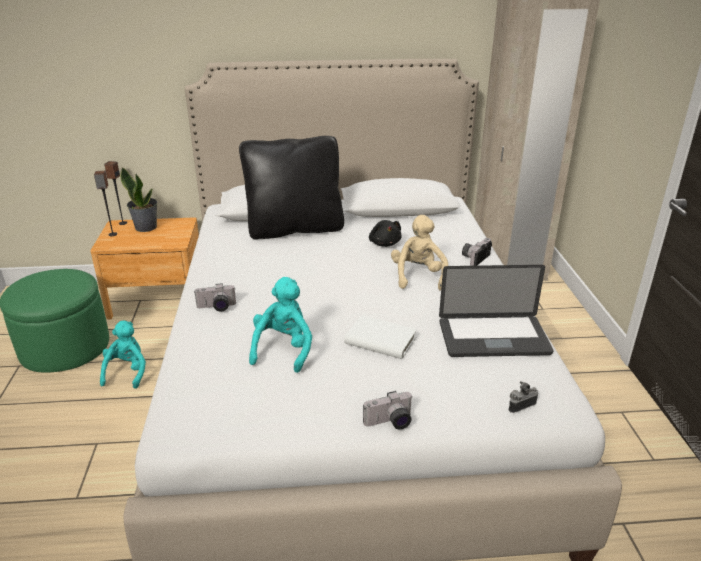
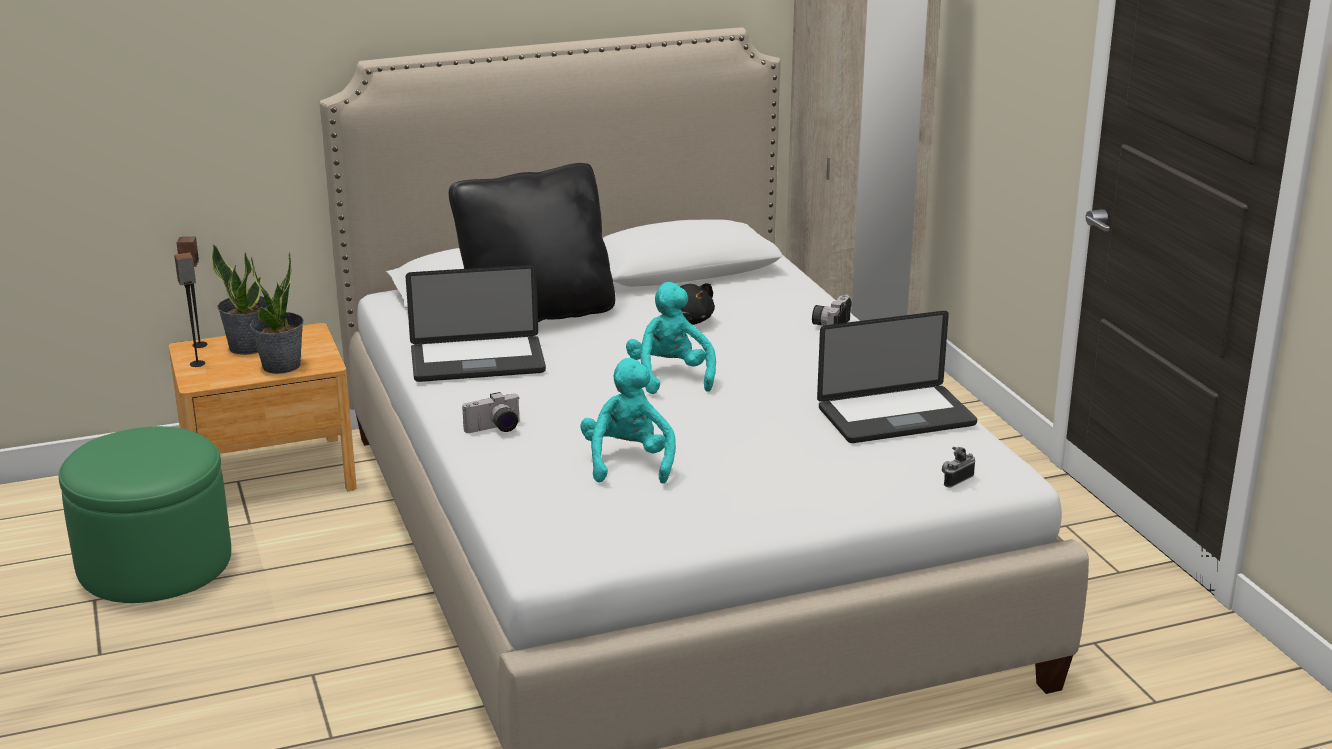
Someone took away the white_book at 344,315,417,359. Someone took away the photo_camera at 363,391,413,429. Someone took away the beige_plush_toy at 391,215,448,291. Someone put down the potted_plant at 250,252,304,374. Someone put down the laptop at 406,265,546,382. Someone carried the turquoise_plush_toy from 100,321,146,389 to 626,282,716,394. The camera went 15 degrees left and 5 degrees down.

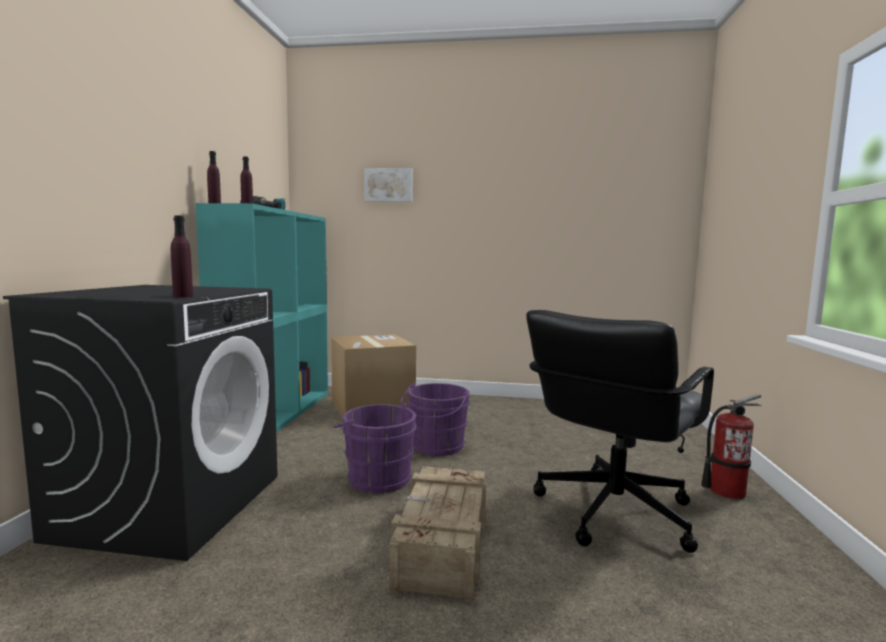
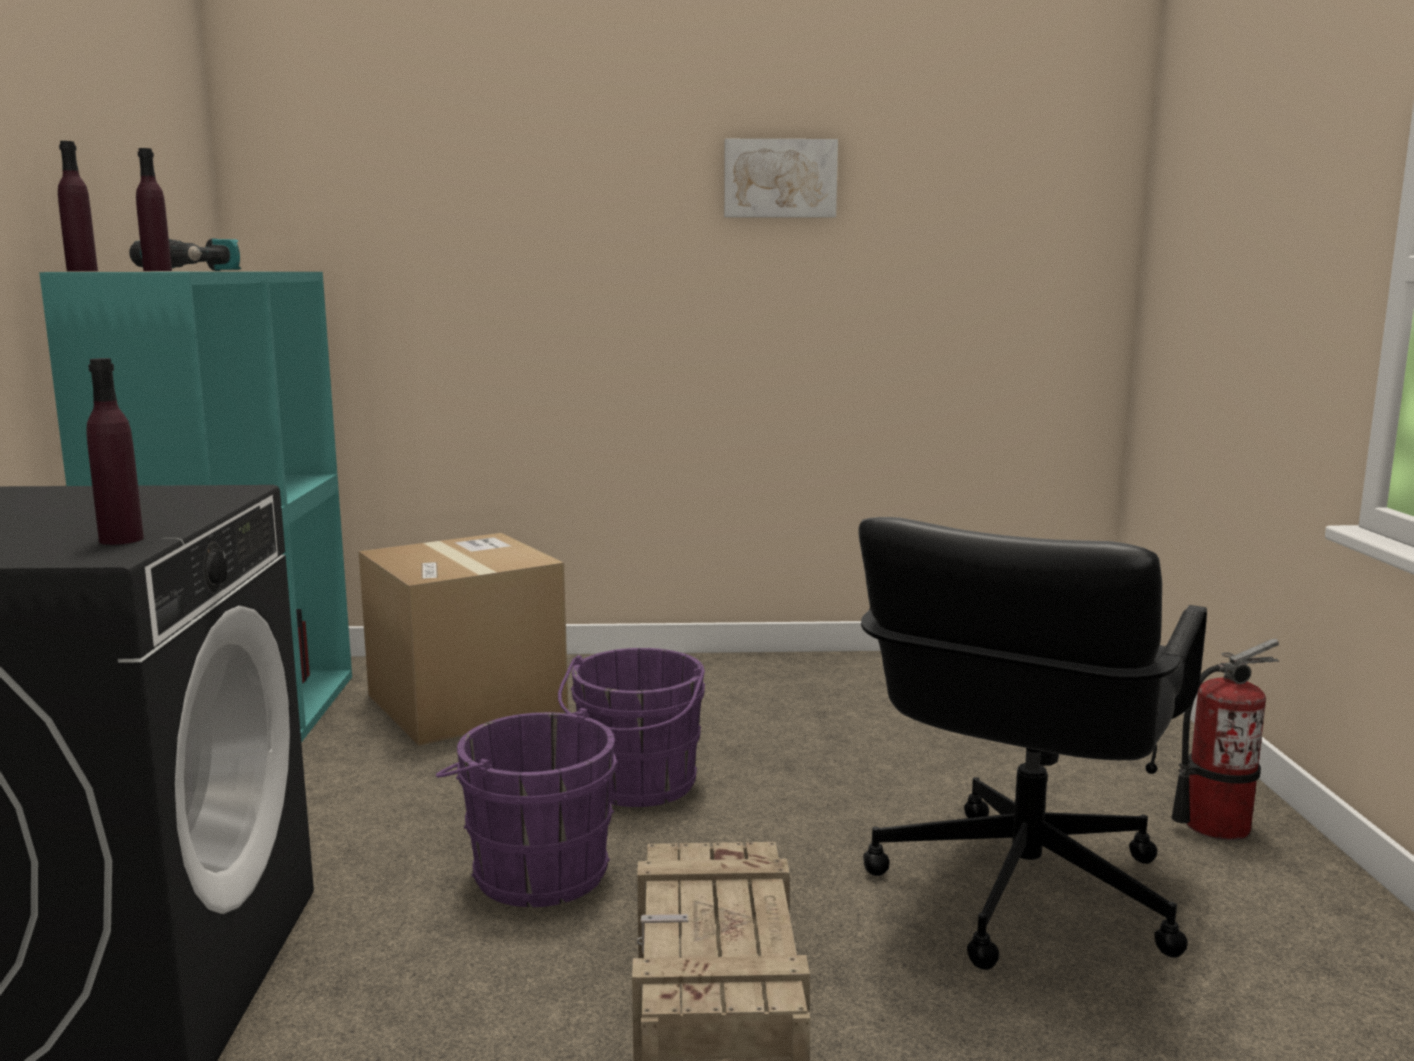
Someone carried the picture from 364,168,413,202 to 724,139,838,218. The camera went 10 degrees left and 5 degrees up.

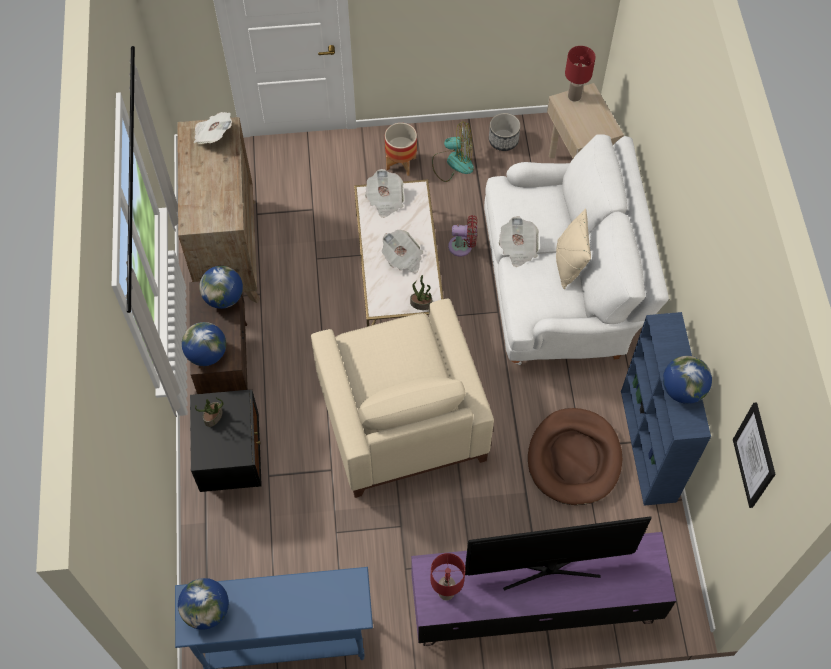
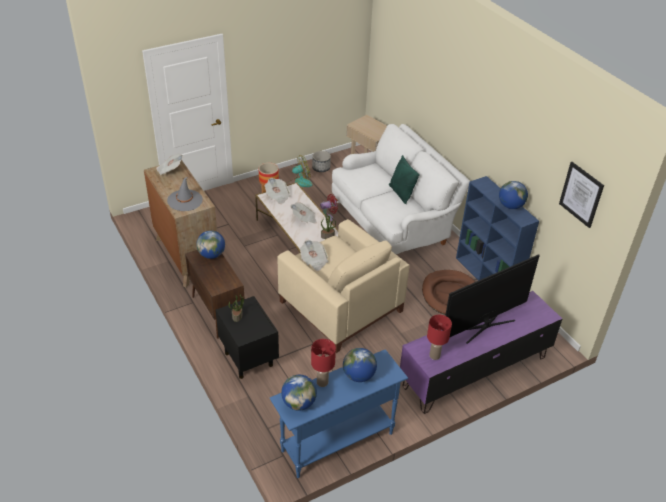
Someone put down the grey_hat at 167,177,203,211. Someone carried the globe from 182,322,226,366 to 343,348,377,382. Someone carried the newspaper from 498,216,539,267 to 300,240,329,271. Someone carried the red_table_lamp from 565,46,596,102 to 311,339,336,387. Someone repainted the beige_pillow at 556,208,591,289, which became the green_pillow at 389,155,420,204. The camera went 25 degrees left and 20 degrees down.

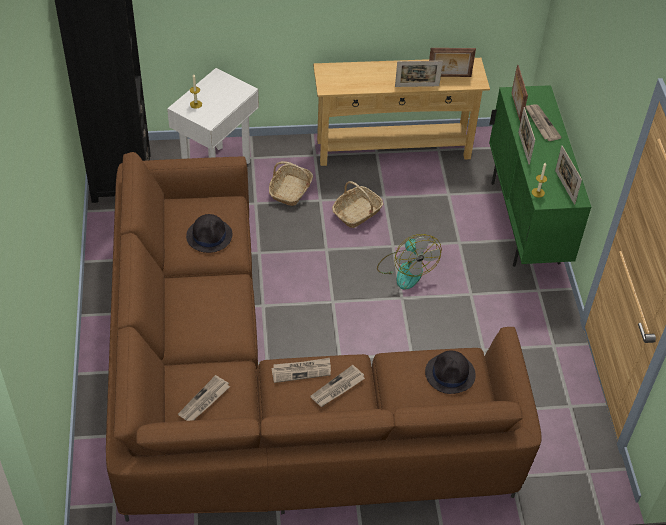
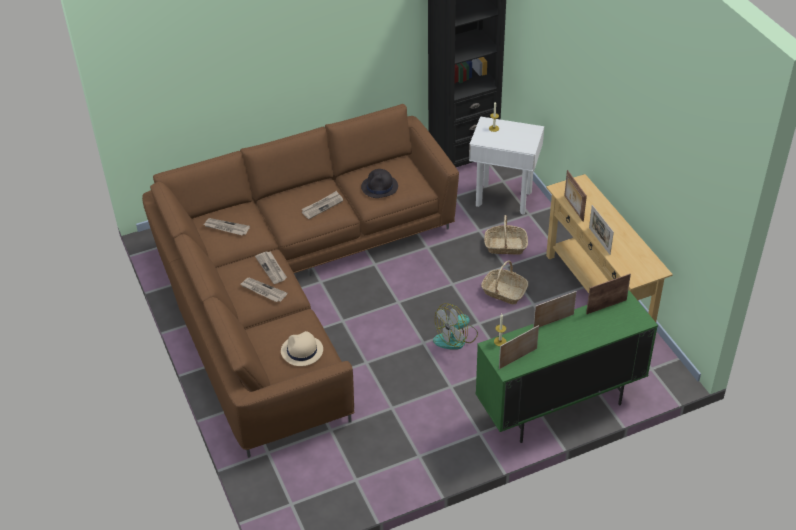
Someone carried the picture_frame from 429,48,476,77 to 564,170,587,222. Someone carried the newspaper from 526,104,562,141 to 302,191,343,219. Someone repainted the black_hat at 425,350,476,394, which became the beige_hat at 281,331,323,366. The camera went 75 degrees right and 5 degrees down.

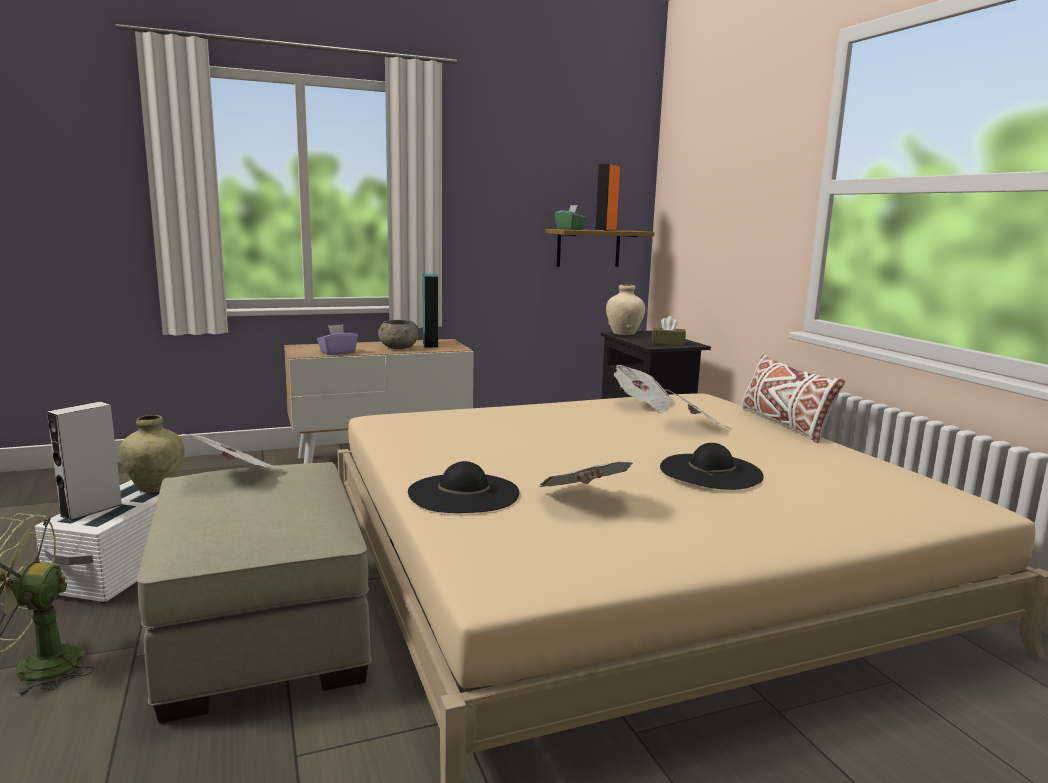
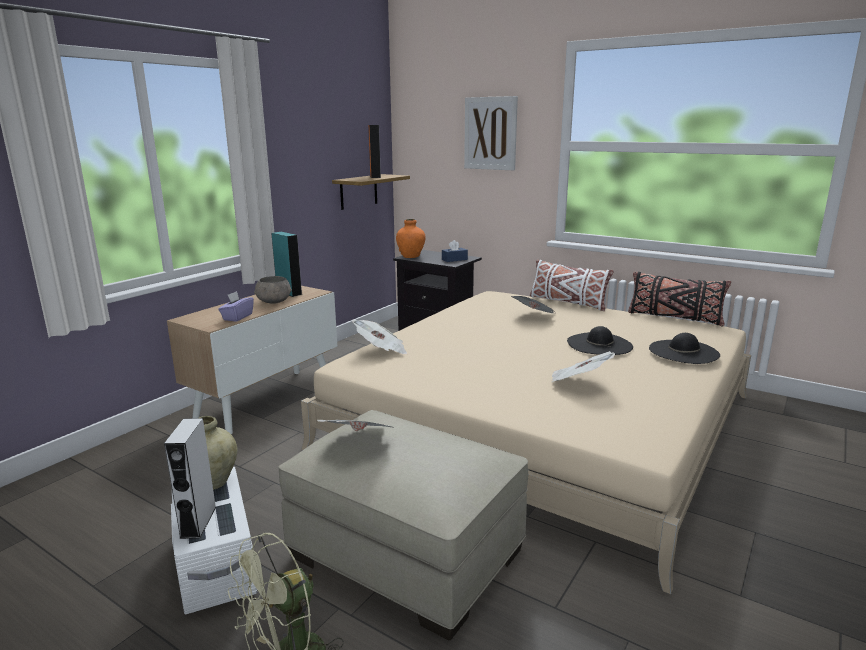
Someone took away the green_tissue_box at 555,205,587,230. Someone put up the picture at 464,96,518,170. Someone put down the black_pillow at 628,272,731,326. Someone carried the black_hat from 408,461,519,513 to 649,333,720,364. Someone carried the newspaper from 614,365,673,412 to 352,320,407,354. Someone repainted the beige_vase at 606,284,645,335, which became the orange_vase at 396,219,426,258. Someone repainted the brown_tissue_box at 652,316,686,346, which became the blue_tissue_box at 442,240,468,262. The camera went 35 degrees left and 5 degrees up.

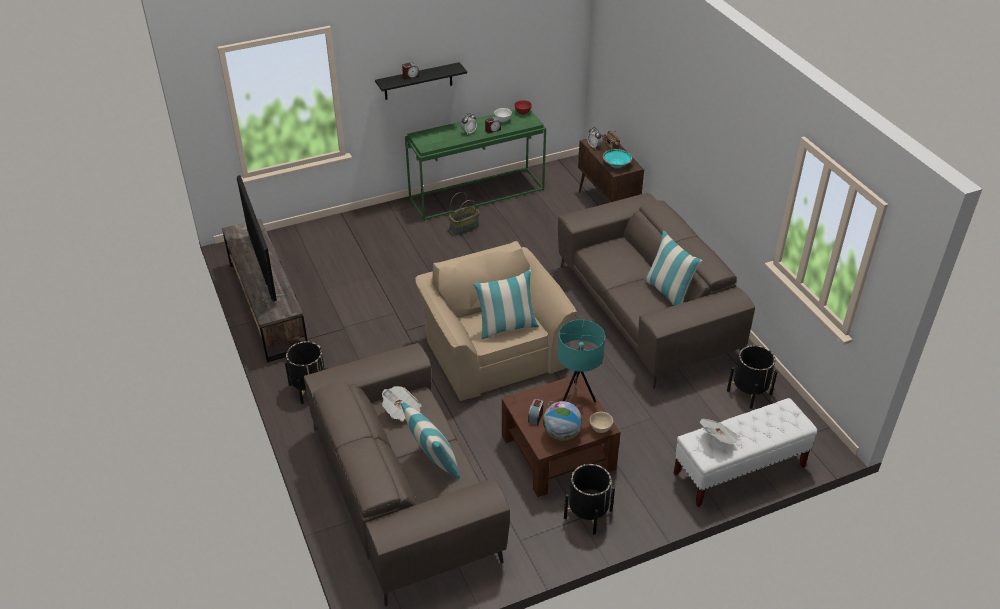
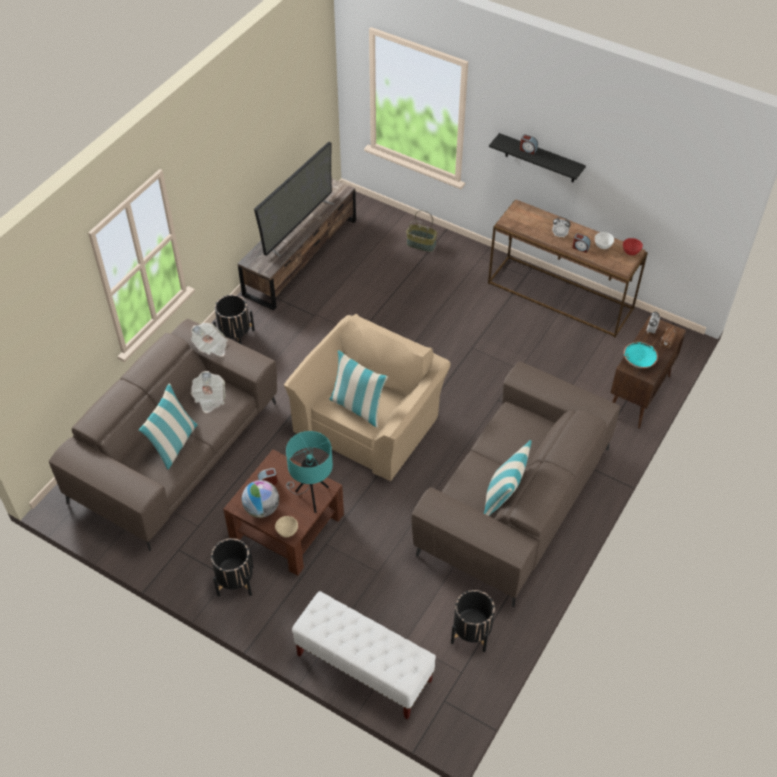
Someone carried the basket from 449,192,479,235 to 406,210,437,252. Someone carried the newspaper from 700,419,740,445 to 191,323,228,357. Someone repainted the green_console_table at 405,109,546,221, which became the brown_console_table at 488,199,648,338. The camera went 55 degrees right and 10 degrees up.

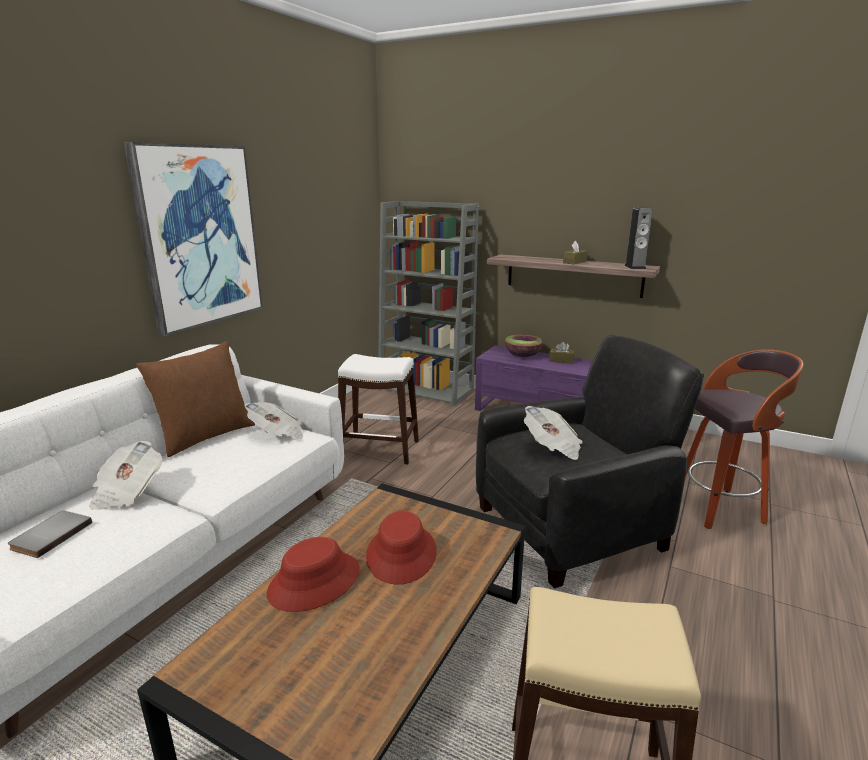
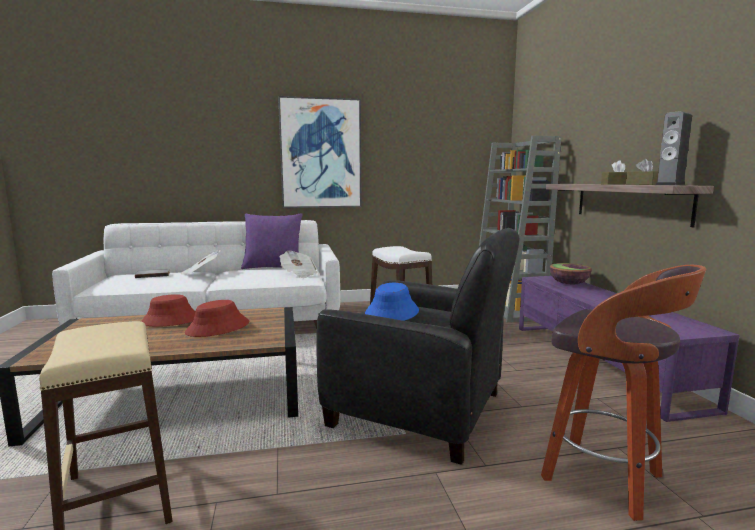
Someone carried the brown_tissue_box from 549,342,575,364 to 626,159,658,185. Someone swapped the newspaper at 524,406,582,460 for the blue_hat at 365,283,419,321. Someone repainted the brown_pillow at 136,341,255,457, which became the purple_pillow at 241,213,303,269. The camera went 50 degrees right and 10 degrees down.

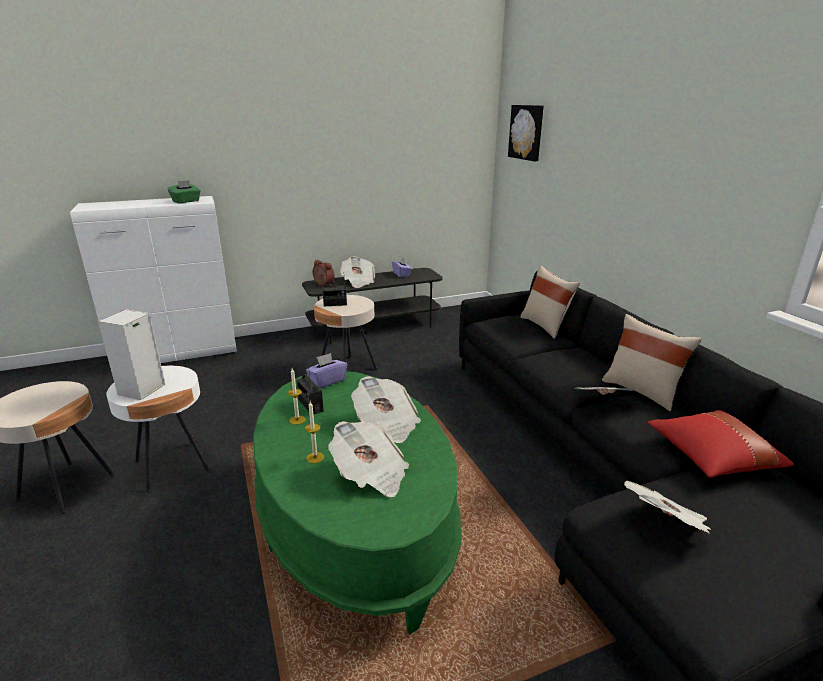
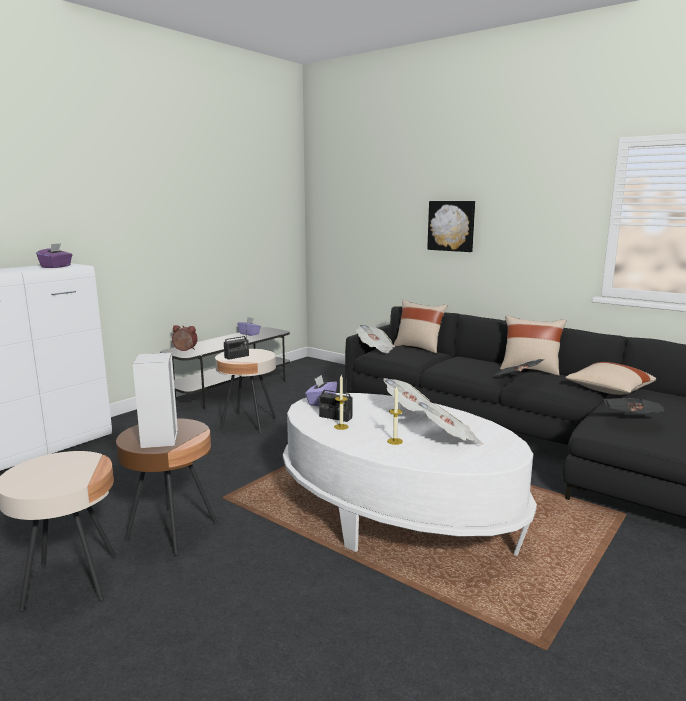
Someone carried the newspaper from 340,256,375,288 to 356,324,395,353. Someone carried the picture from 508,105,544,161 to 427,201,475,252. Someone repainted the white_side_table at 106,366,209,492, which became the brown_side_table at 116,418,217,556. Someone repainted the green_tissue_box at 168,180,201,203, which became the purple_tissue_box at 36,243,72,268. Someone repainted the green_coffee_table at 253,371,461,634, which became the white_coffee_table at 283,393,537,556. Someone repainted the red_pillow at 648,410,794,478, which became the beige_pillow at 565,362,656,395. The camera went 30 degrees left and 10 degrees down.

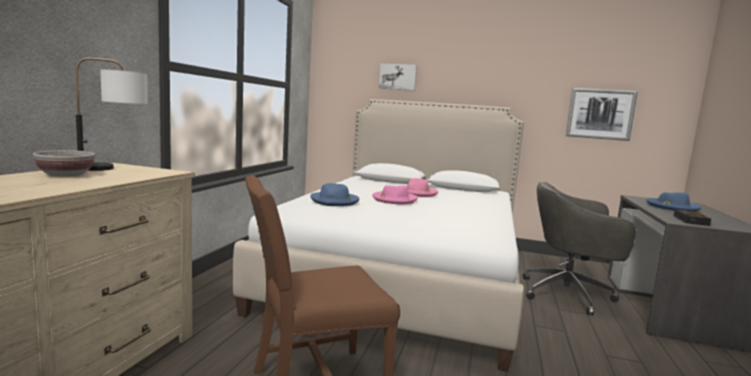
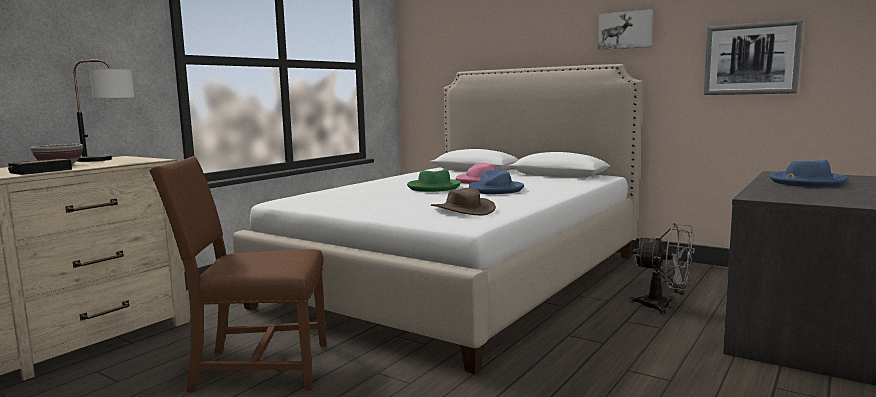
Someone put down the brown_hat at 431,188,496,215. Someone carried the blue_hat from 310,183,359,206 to 469,170,524,194. Someone carried the picture from 379,63,417,91 to 598,9,653,50. Someone carried the alarm_clock from 674,210,711,226 to 8,159,72,175. Someone swapped the grey_office_chair at 523,182,636,315 for the grey_fan at 629,223,695,315. Someone repainted the pink_hat at 372,185,418,204, which became the green_hat at 407,170,461,192. The camera went 20 degrees right and 0 degrees up.

